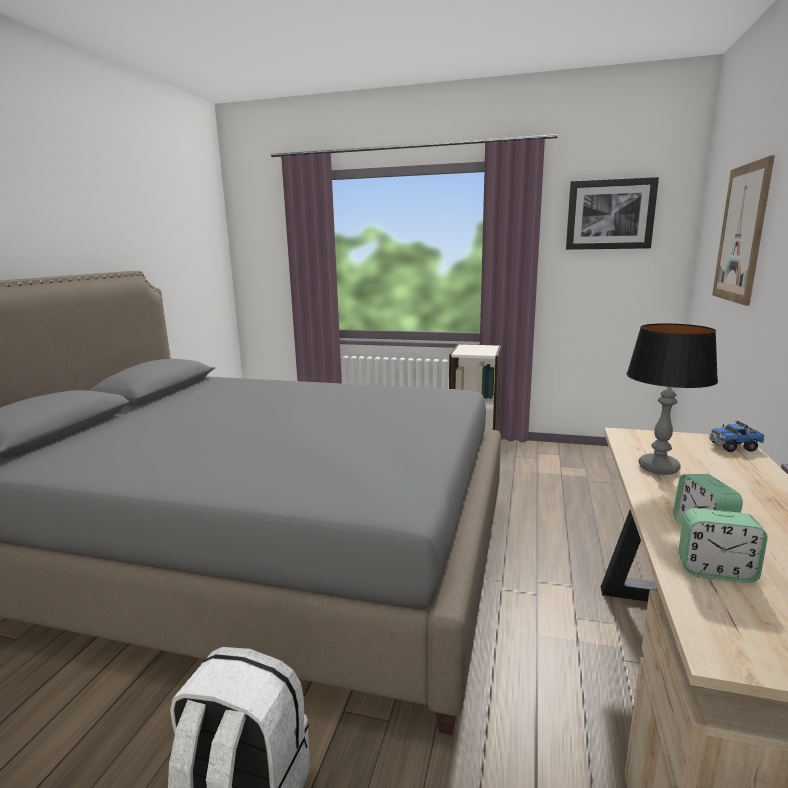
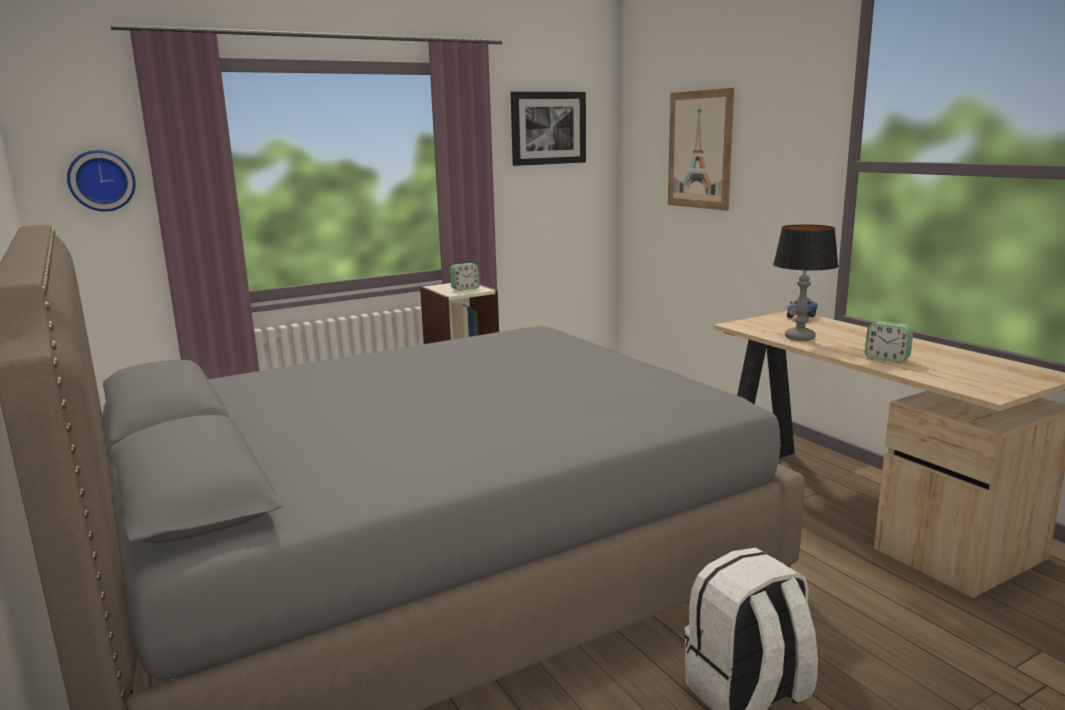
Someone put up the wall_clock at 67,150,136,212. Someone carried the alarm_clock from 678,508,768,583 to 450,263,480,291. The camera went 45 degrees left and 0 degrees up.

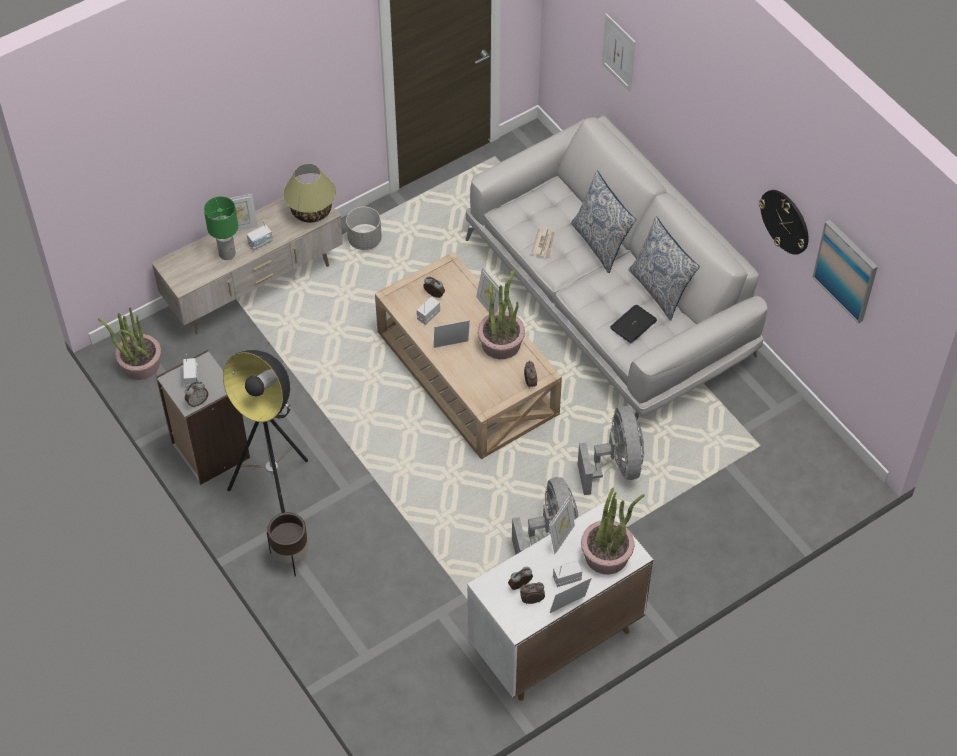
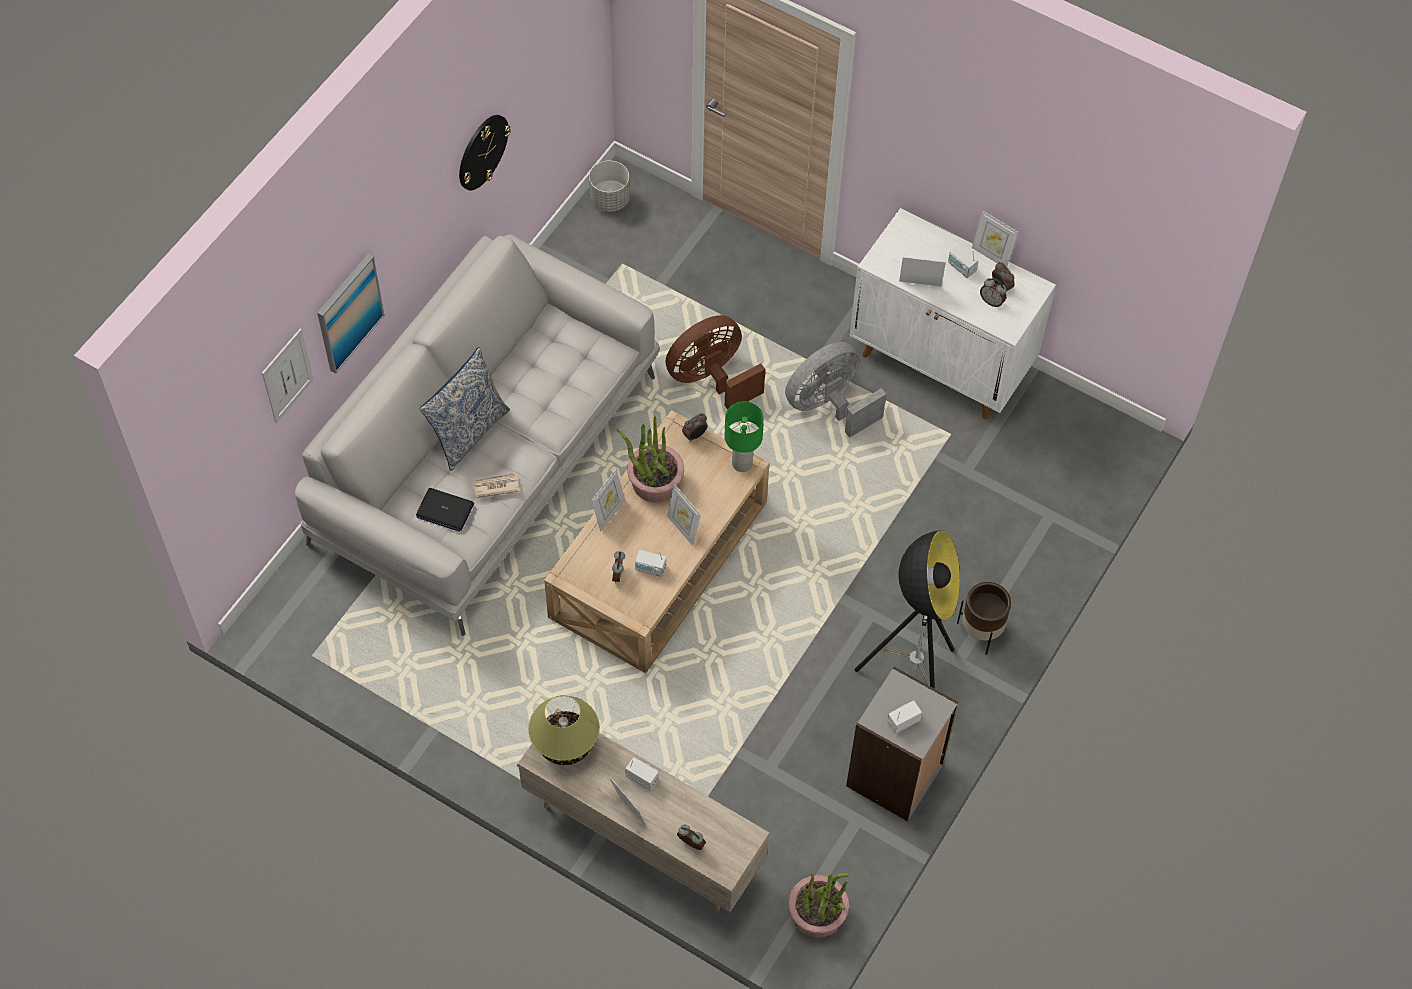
Someone took away the potted_plant at 581,487,645,574. Someone took away the pillow at 629,217,700,321. Someone carried the alarm_clock from 185,382,208,407 to 677,825,706,850. Someone carried the green_table_lamp from 204,196,238,260 to 725,401,764,472. Someone carried the grey_planter from 346,207,382,250 to 589,160,630,212. Someone carried the laptop from 610,305,657,343 to 416,488,474,532. Someone carried the picture from 813,219,878,324 to 317,254,385,374. Someone repainted the grey_fan at 578,406,644,495, which became the brown_fan at 665,315,765,410. The camera went 115 degrees left and 5 degrees up.

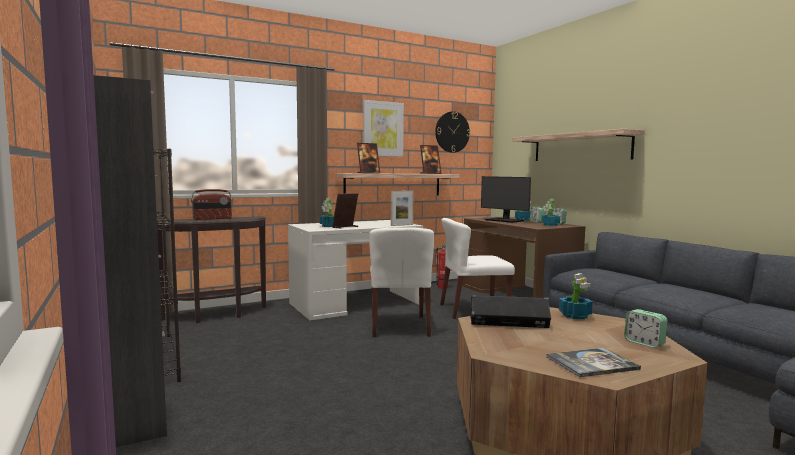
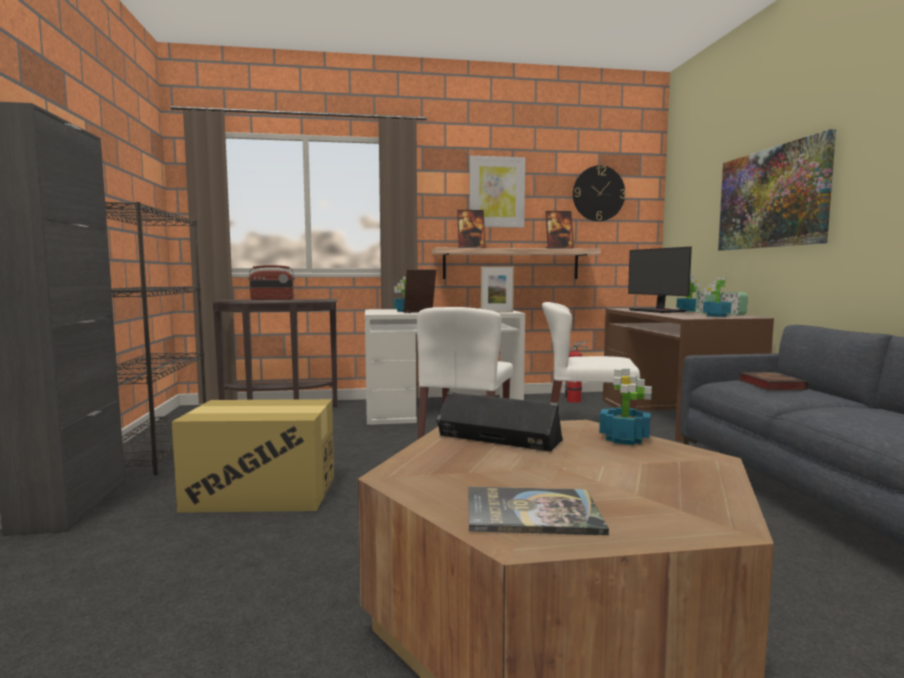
Someone took away the alarm_clock at 624,309,668,348. Someone put down the cardboard_box at 172,399,334,513. Someone put down the book at 739,372,808,390. Someone swapped the shelf at 512,129,645,161 for the picture at 718,129,836,251. The camera went 20 degrees right and 0 degrees up.

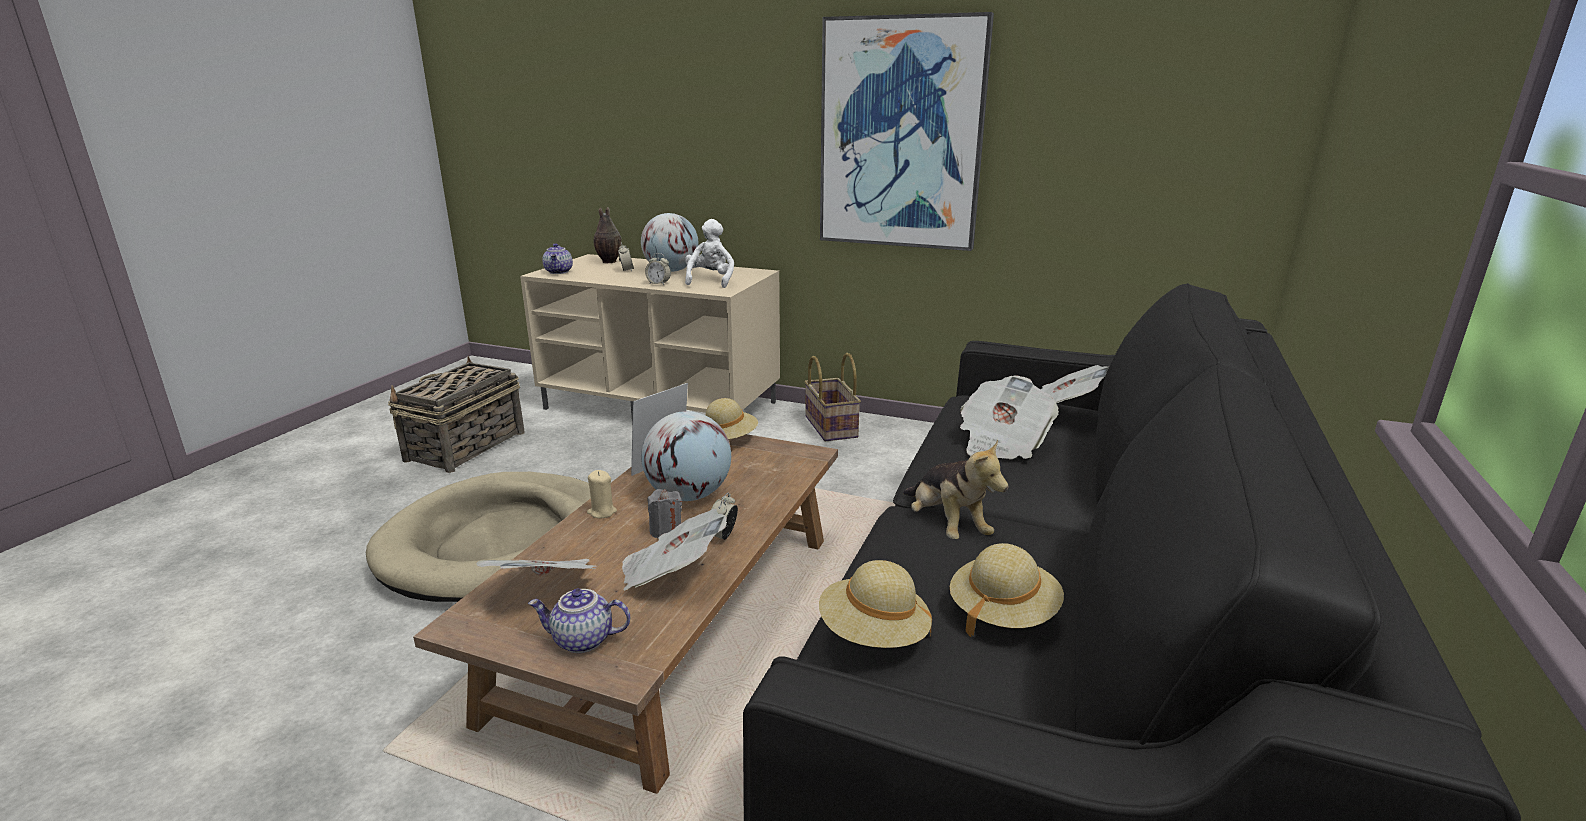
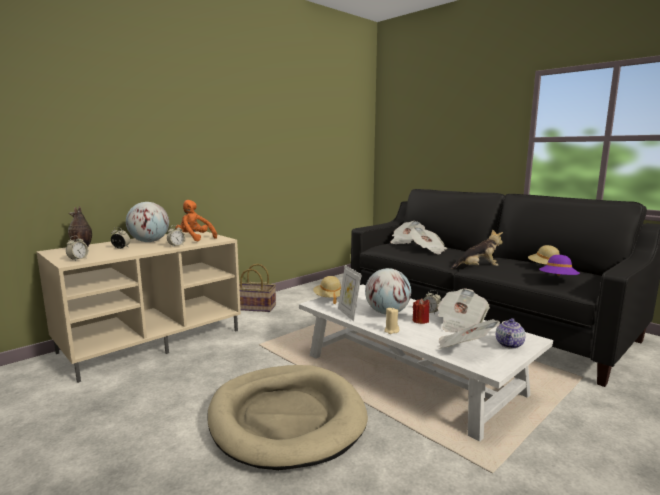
Someone took away the basket at 388,356,525,473. Someone took away the picture at 820,12,994,251. Someone swapped the teapot at 542,243,573,274 for the alarm_clock at 66,236,88,261. Someone repainted the brown_coffee_table at 413,434,838,794, which became the white_coffee_table at 299,284,553,442. Someone repainted the grey_candle at 648,489,682,538, which became the red_candle at 413,298,429,324. Someone repainted the white_plush_toy at 685,219,734,288, which became the orange_plush_toy at 175,200,217,241. Someone repainted the beige_hat at 819,560,932,648, which became the purple_hat at 539,255,580,276. The camera went 65 degrees left and 10 degrees down.

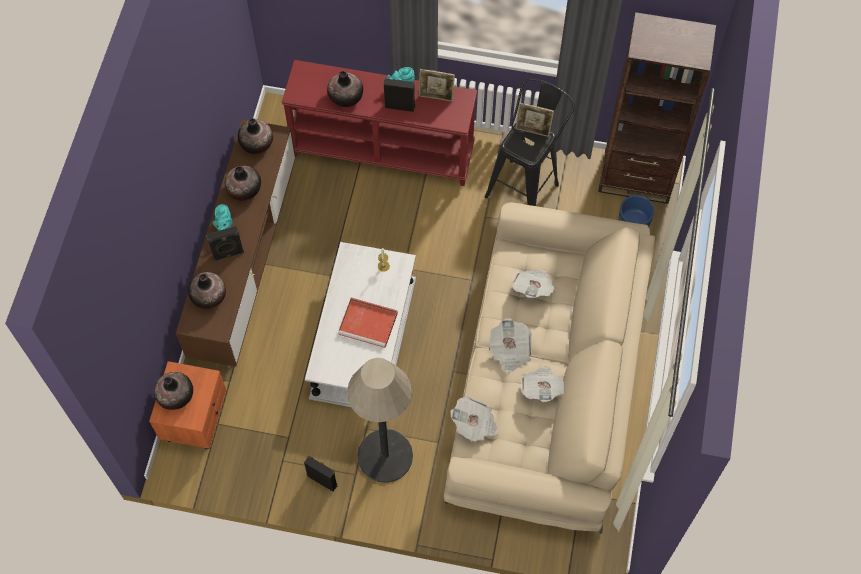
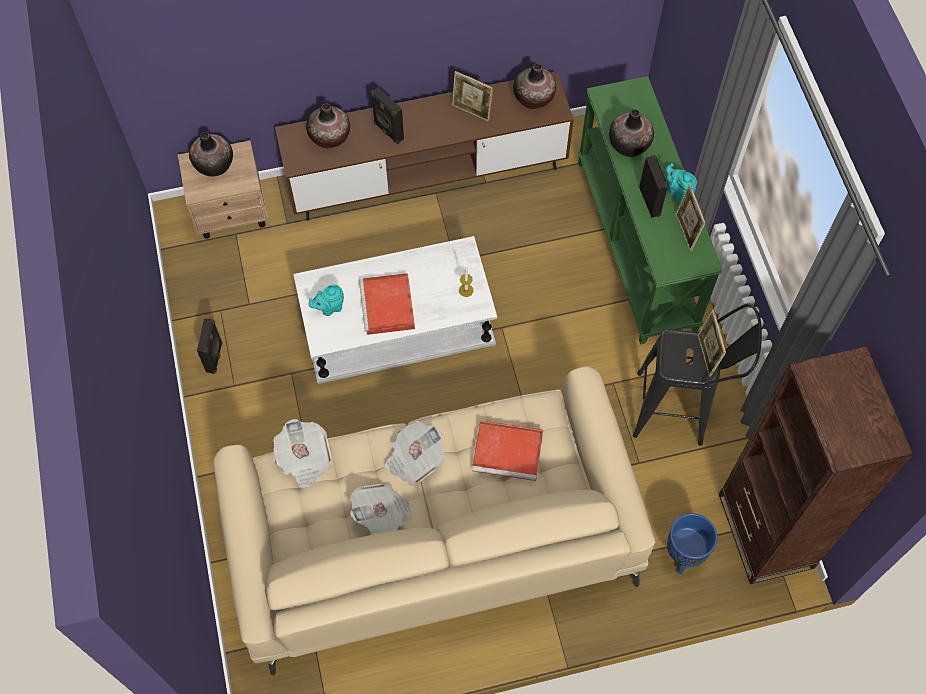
Someone took away the floor_lamp at 347,358,413,483. Someone carried the turquoise_teapot from 212,204,232,230 to 309,285,344,316. Someone swapped the vase at 225,165,261,201 for the picture_frame at 452,71,493,122. Someone swapped the newspaper at 511,270,556,298 for the red_tray at 472,420,543,481. Someone repainted the orange_nightstand at 149,361,226,449, which became the beige_nightstand at 178,140,268,239. Someone repainted the red_console_table at 282,60,477,186, which became the green_console_table at 578,76,723,345. The camera went 65 degrees right and 0 degrees up.

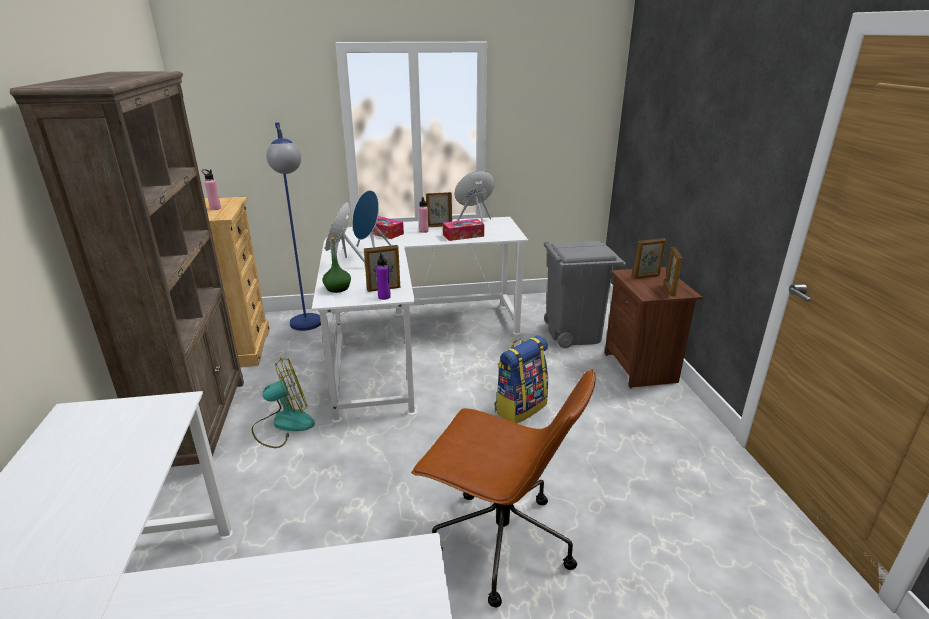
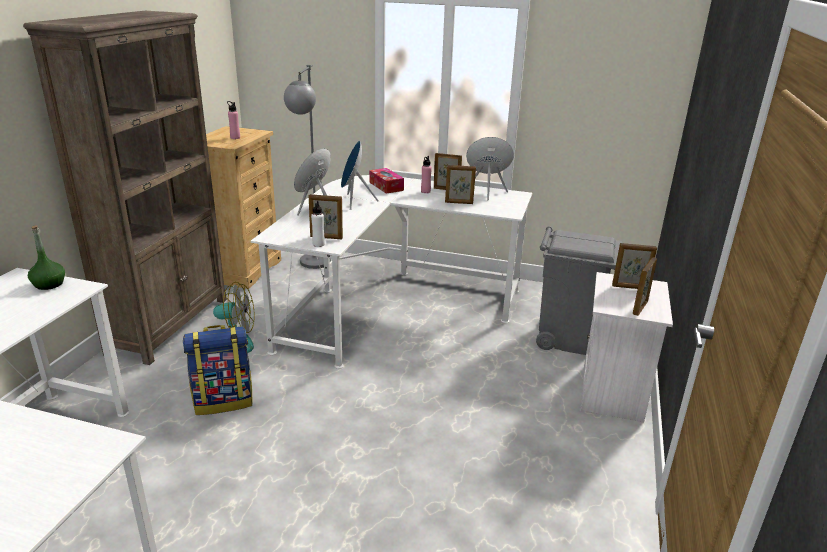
Someone took away the brown_office_chair at 411,369,596,607. Someone carried the green_bottle from 322,237,351,293 to 28,225,65,290. Someone carried the backpack from 495,335,548,423 to 183,325,252,415. Someone swapped the tissue_box at 443,219,484,241 for the picture_frame at 445,165,476,204. Someone repainted the blue_floor_lamp at 266,122,321,331, which became the grey_floor_lamp at 284,65,331,269. Someone repainted the purple_bottle at 376,253,391,300, which became the white_bottle at 311,201,325,247. Someone repainted the brown_nightstand at 604,267,703,389, which became the white_nightstand at 579,272,673,422. The camera went 25 degrees right and 0 degrees up.

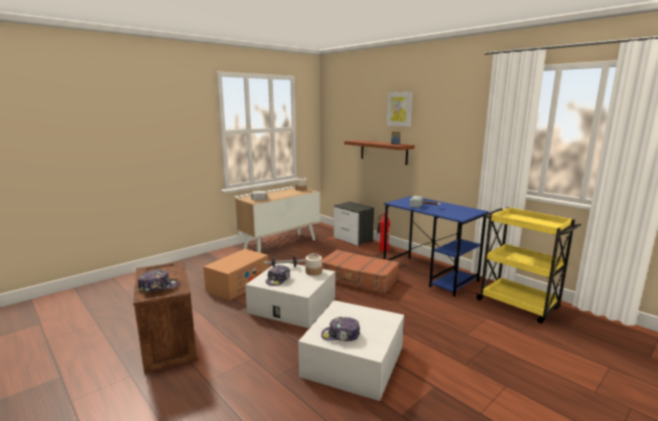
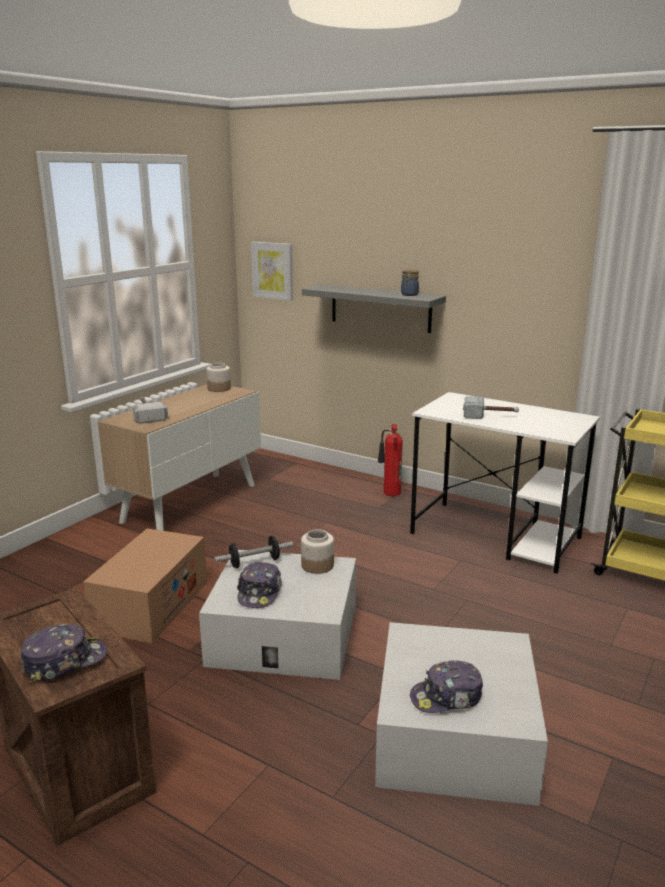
Someone took away the brown_suitcase at 322,249,399,294. Someone took away the nightstand at 334,202,374,246. Someone carried the picture from 387,92,412,127 to 251,242,293,301. Someone repainted the brown_shelf at 344,140,415,165, which became the grey_shelf at 302,284,446,333. Someone repainted the blue_desk at 384,196,489,297, which became the white_desk at 410,392,600,574. The camera went 15 degrees left and 5 degrees up.

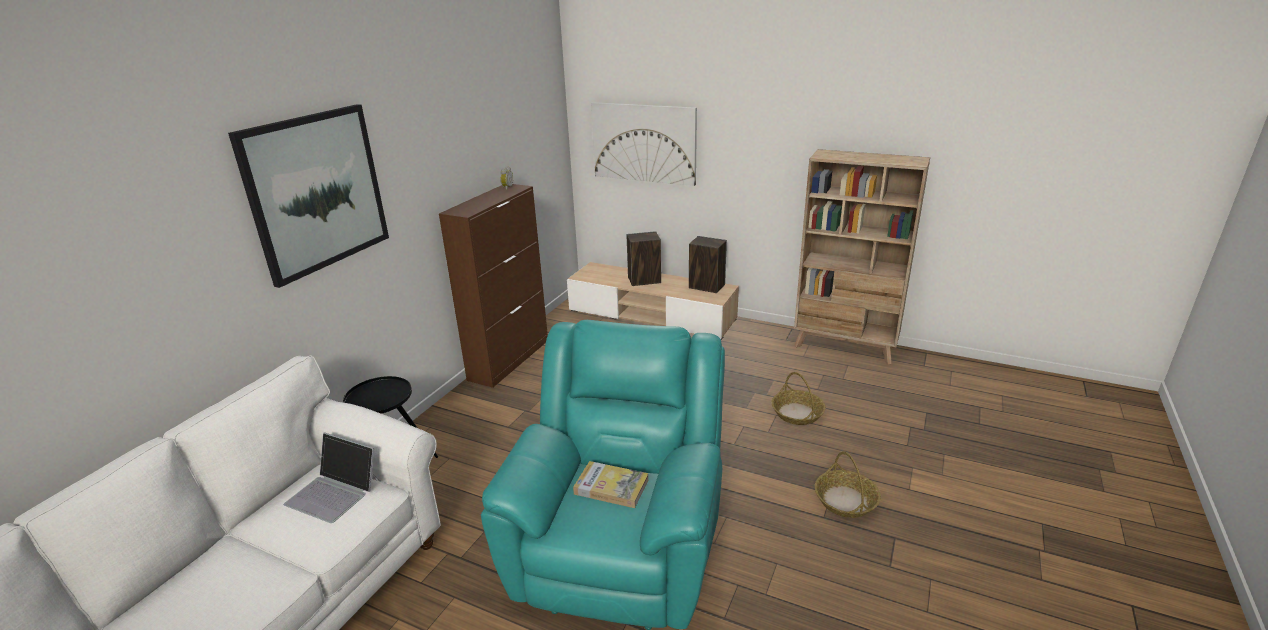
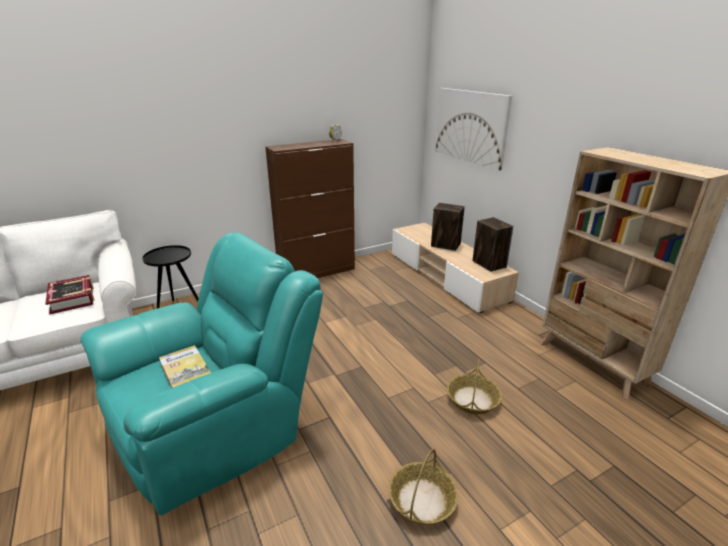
Someone took away the picture at 228,104,389,288. Someone swapped the laptop at 284,433,381,523 for the book at 45,275,95,314. The camera went 35 degrees right and 0 degrees up.

